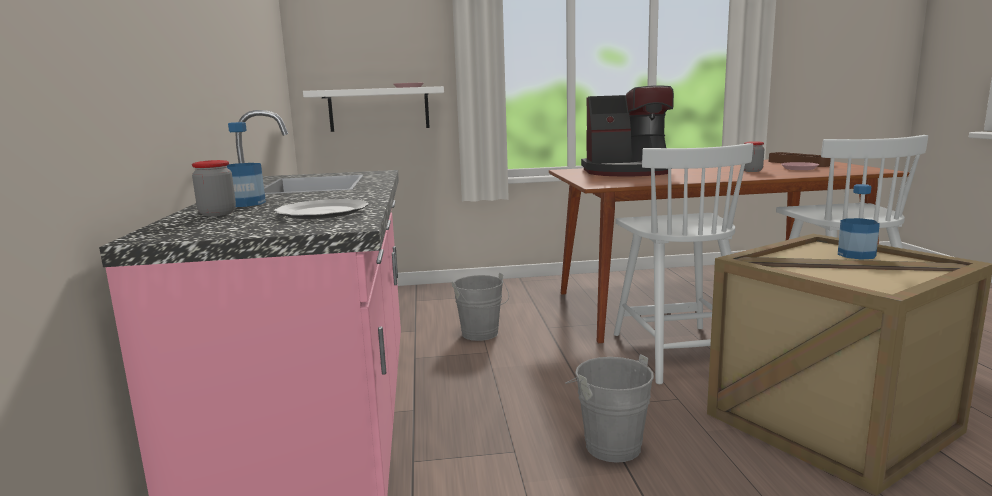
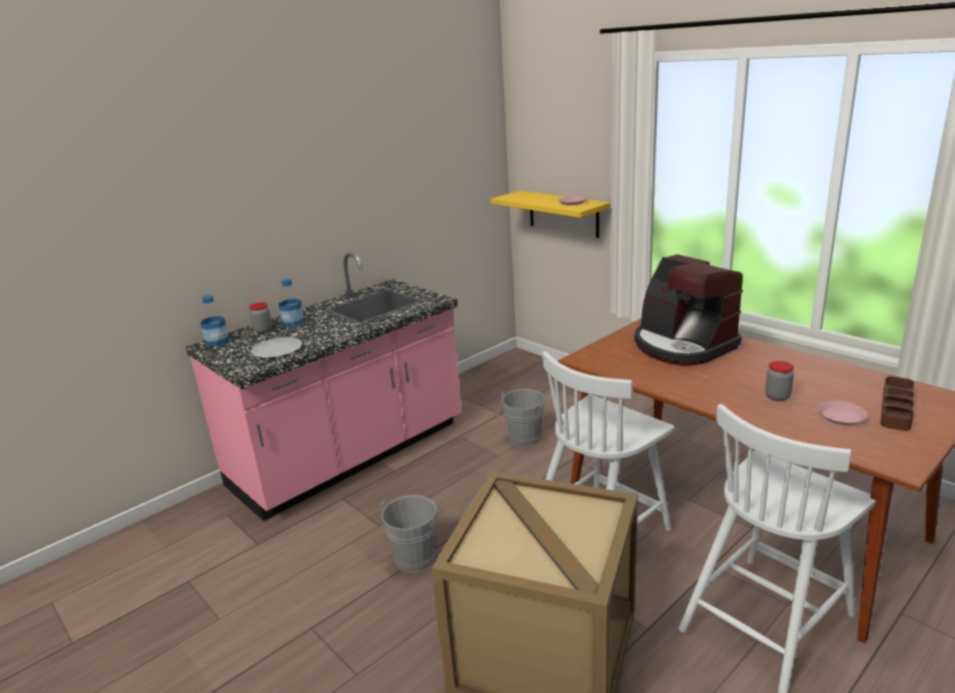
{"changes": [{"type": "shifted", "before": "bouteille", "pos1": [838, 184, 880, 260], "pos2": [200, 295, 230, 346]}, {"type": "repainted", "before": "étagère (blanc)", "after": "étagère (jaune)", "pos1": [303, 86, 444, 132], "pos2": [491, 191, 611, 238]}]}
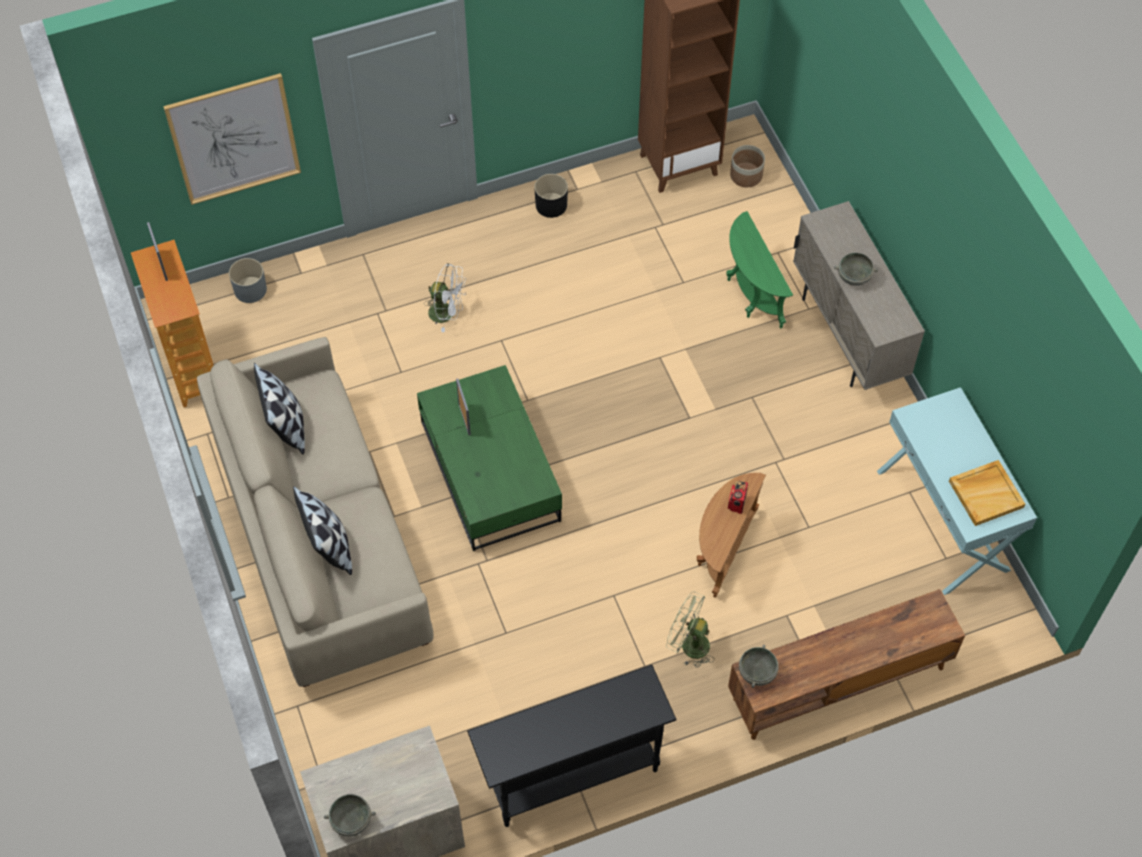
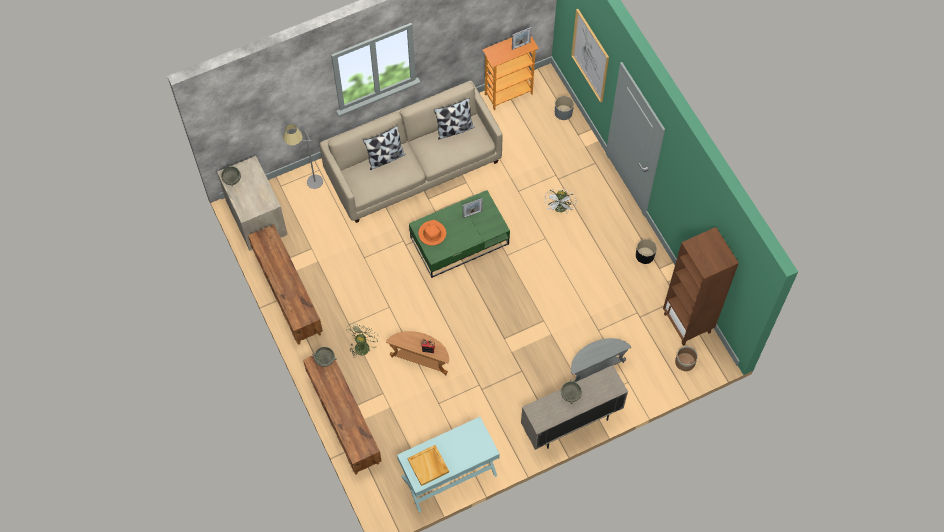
{"changes": [{"type": "swapped", "before": "table console (noir)", "after": "meuble télé (marron)", "pos1": [467, 665, 677, 827], "pos2": [248, 224, 323, 345]}, {"type": "new", "after": "lampadaire (gris)", "pos2": [283, 124, 323, 189]}, {"type": "new", "after": "chapeau (orange)", "pos2": [418, 220, 446, 246]}, {"type": "repainted", "before": "table d'appoint (vert)", "after": "table d'appoint (gris)", "pos1": [726, 211, 793, 328], "pos2": [571, 338, 631, 382]}]}
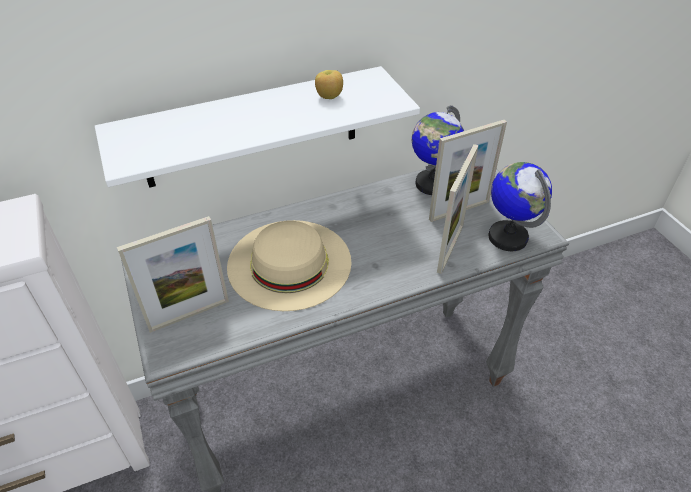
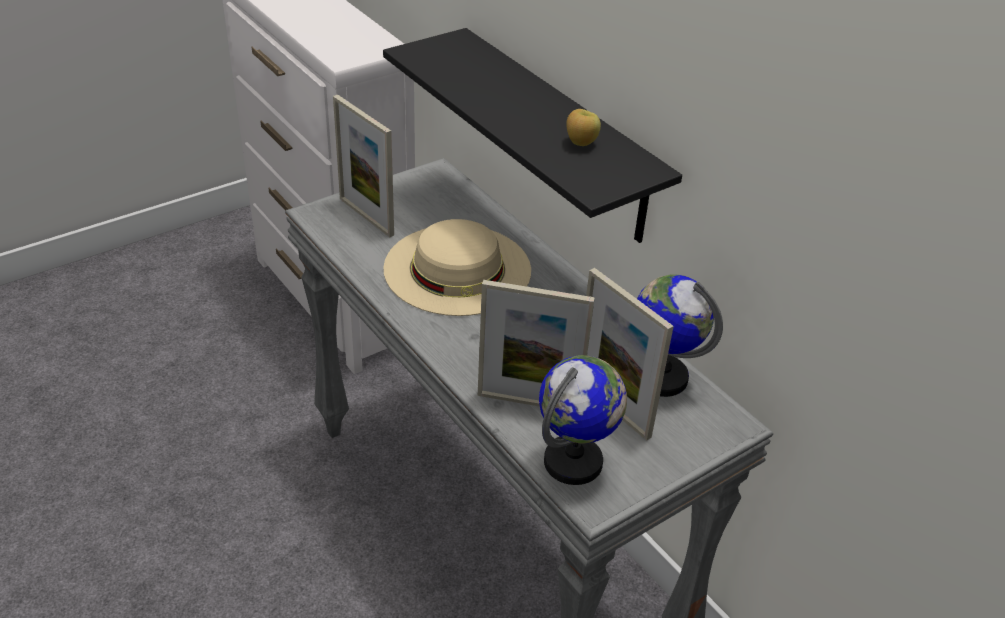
{"changes": [{"type": "repainted", "before": "étagère (blanc)", "after": "étagère (noir)", "pos1": [95, 66, 420, 188], "pos2": [383, 28, 682, 243]}]}
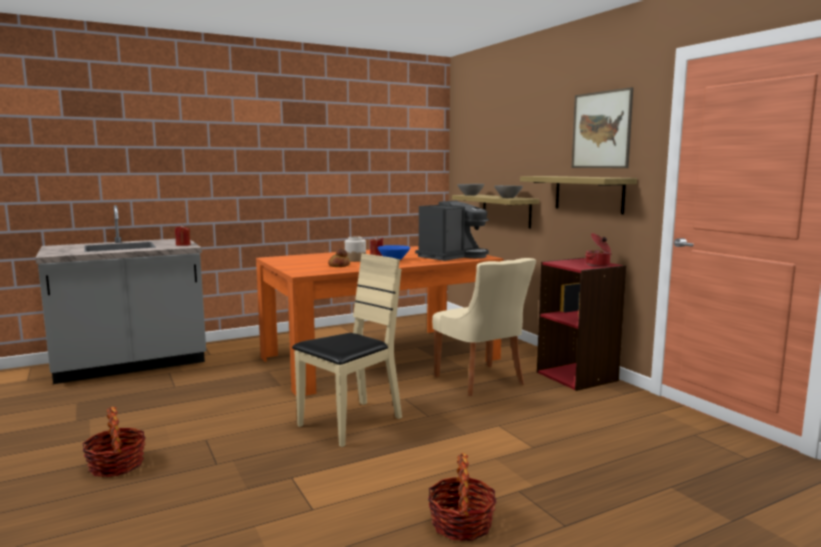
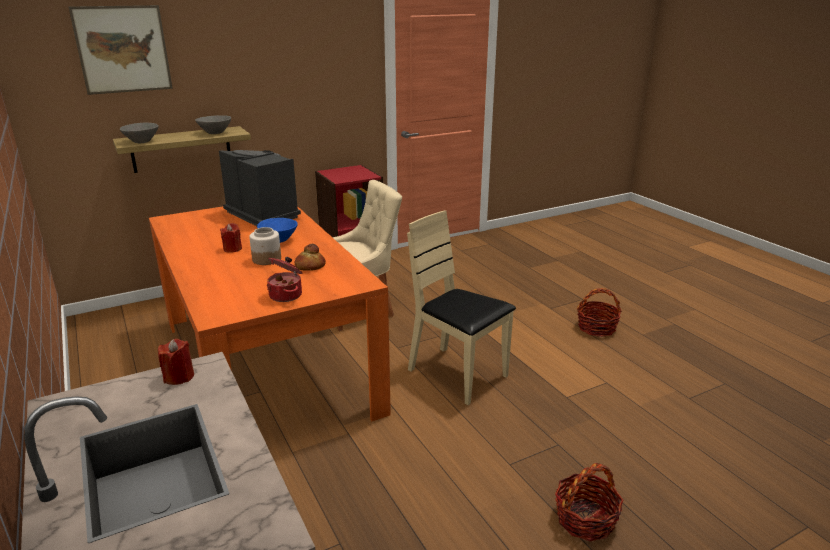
{"changes": [{"type": "shifted", "before": "tableau", "pos1": [572, 87, 633, 168], "pos2": [68, 5, 173, 95]}, {"type": "shifted", "before": "marmite", "pos1": [585, 233, 612, 266], "pos2": [267, 257, 302, 302]}, {"type": "gone", "before": "étagère", "pos1": [520, 176, 637, 214]}]}
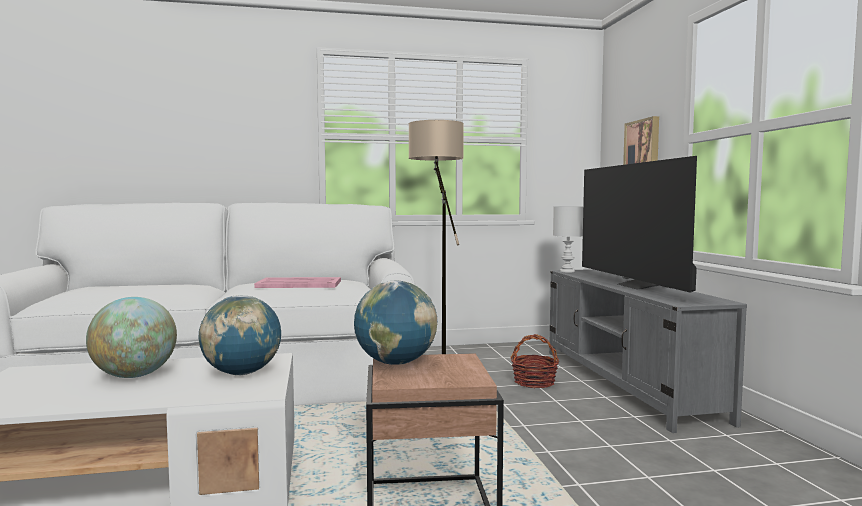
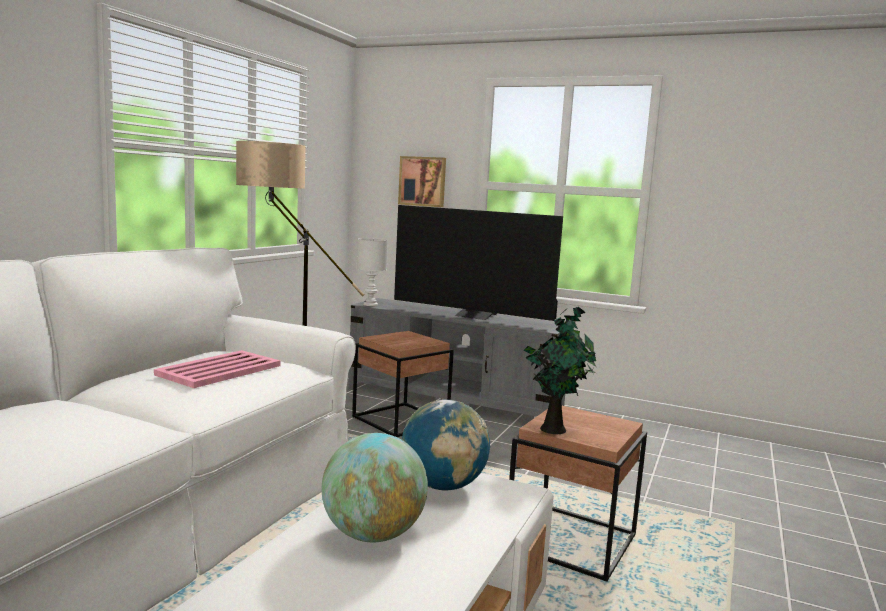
{"changes": [{"type": "swapped", "before": "panier", "after": "table d'appoint (marron)", "pos1": [510, 334, 559, 388], "pos2": [352, 331, 454, 437]}, {"type": "swapped", "before": "globe", "after": "plante en pot", "pos1": [354, 281, 437, 365], "pos2": [524, 307, 596, 434]}]}
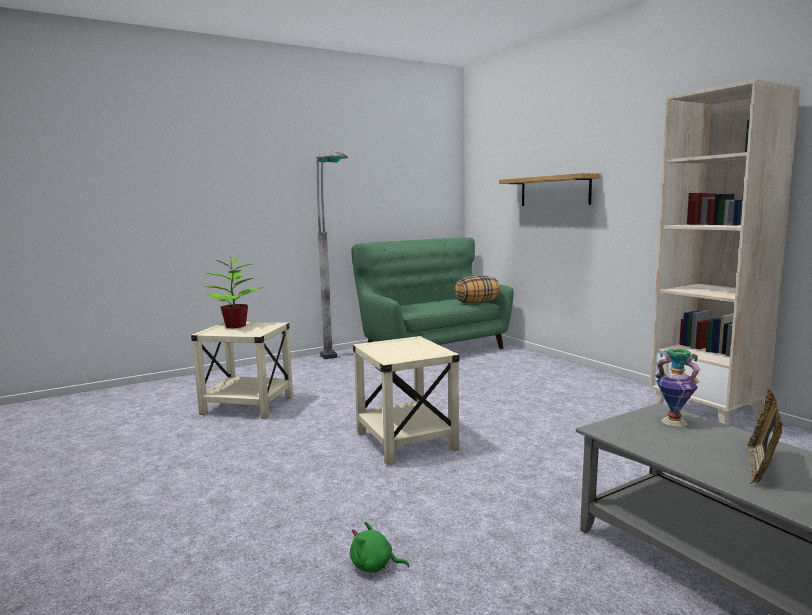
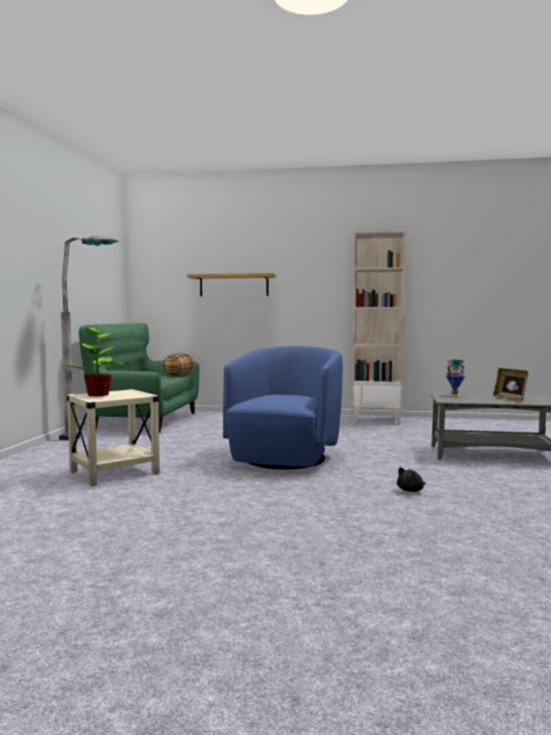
{"changes": [{"type": "swapped", "before": "table d'appoint (beige)", "after": "fauteuil (bleu)", "pos1": [353, 336, 459, 465], "pos2": [223, 346, 343, 469]}, {"type": "repainted", "before": "peluche (vert)", "after": "peluche (noir)", "pos1": [350, 521, 410, 573], "pos2": [397, 467, 425, 492]}]}
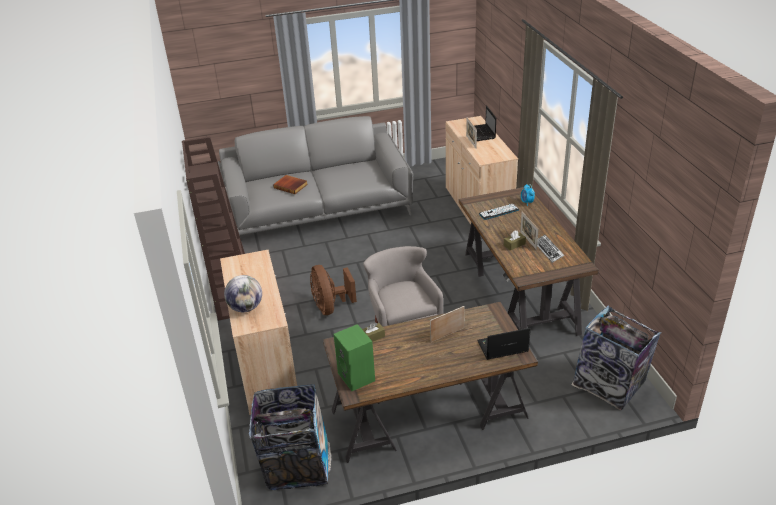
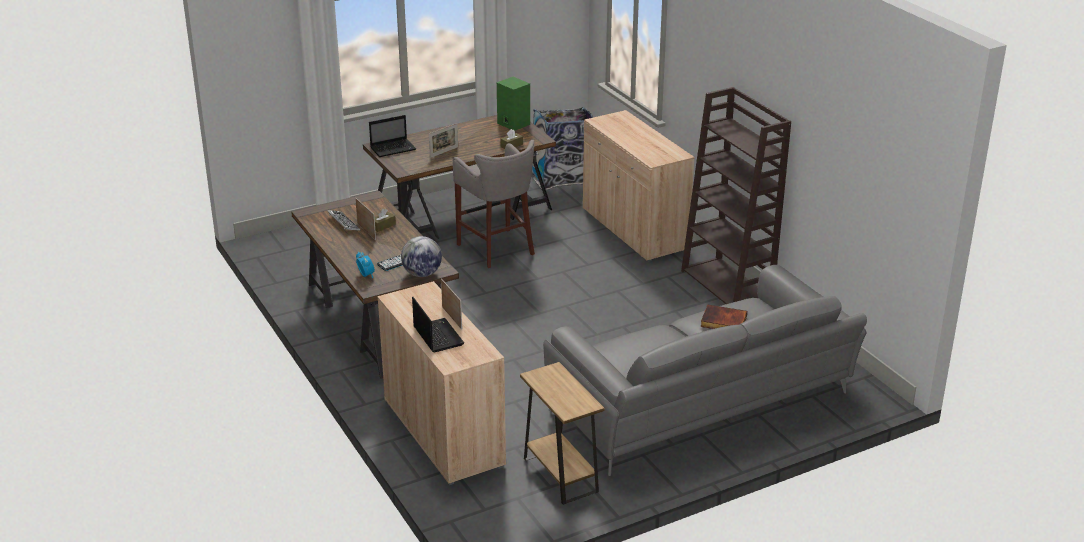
{"changes": [{"type": "shifted", "before": "globe", "pos1": [224, 275, 262, 312], "pos2": [401, 236, 442, 277]}, {"type": "new", "after": "table d'appoint (marron)", "pos2": [520, 362, 605, 505]}, {"type": "gone", "before": "ventilateur (marron)", "pos1": [310, 265, 357, 315]}, {"type": "gone", "before": "poubelle", "pos1": [571, 305, 661, 410]}]}
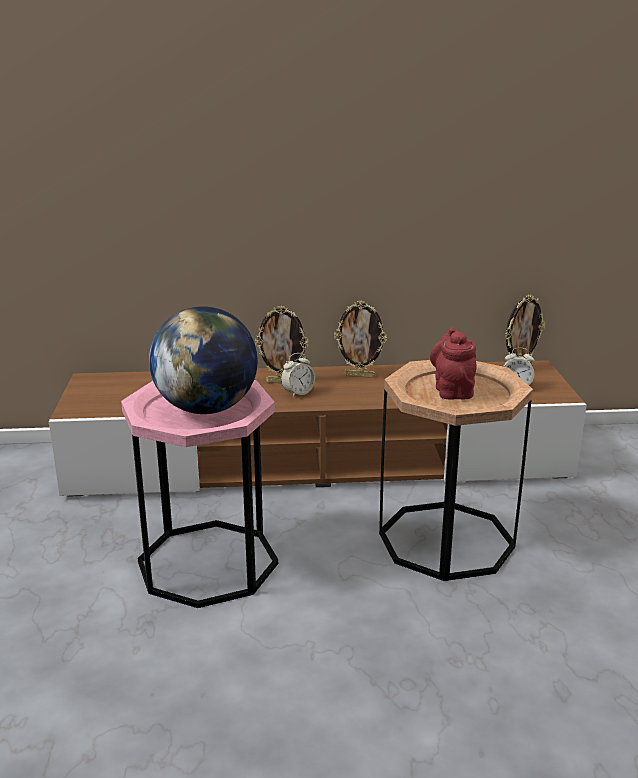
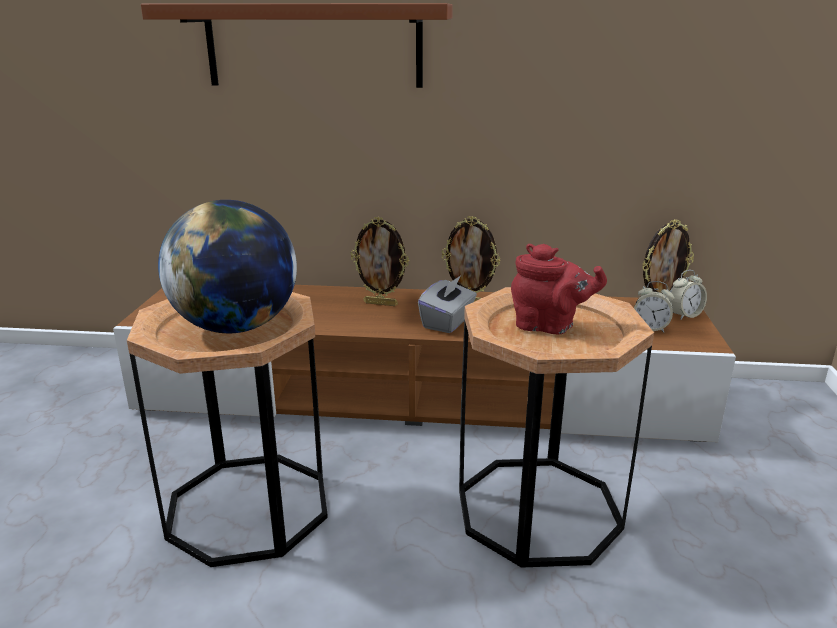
{"changes": [{"type": "repainted", "before": "table d'appoint (rose)", "after": "table d'appoint (marron)", "pos1": [121, 380, 278, 608], "pos2": [127, 292, 328, 567]}, {"type": "new", "after": "étagère (marron)", "pos2": [141, 3, 453, 88]}, {"type": "new", "after": "boîte à mouchoirs (gris)", "pos2": [418, 275, 477, 333]}, {"type": "rotated", "before": "théière (rouge)", "pos1": [430, 327, 477, 399], "pos2": [511, 244, 607, 334], "turn": 105}, {"type": "shifted", "before": "réveil", "pos1": [281, 353, 315, 398], "pos2": [669, 270, 707, 320]}]}
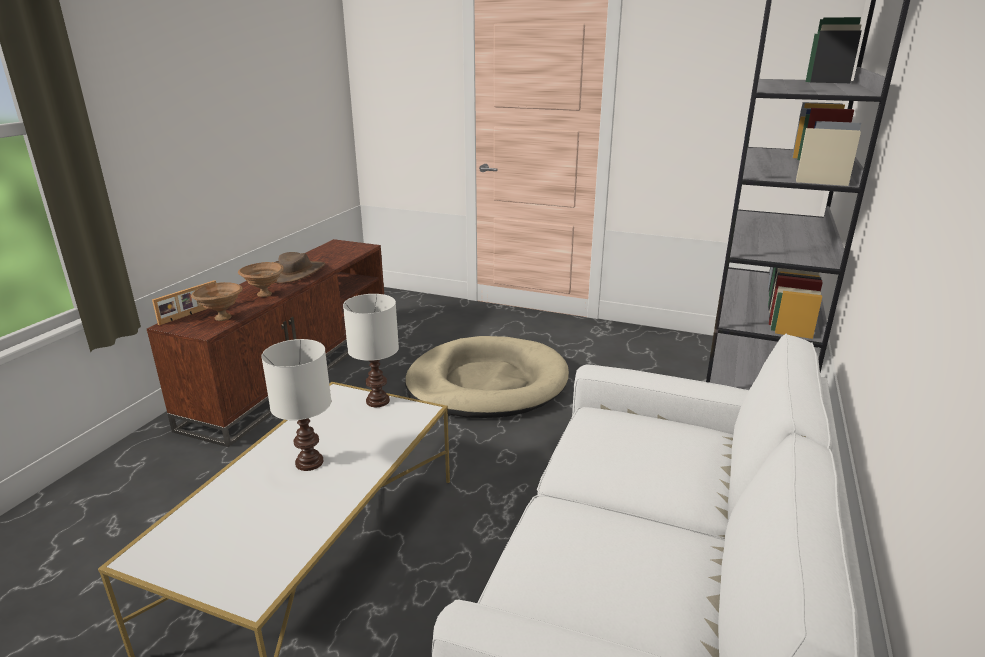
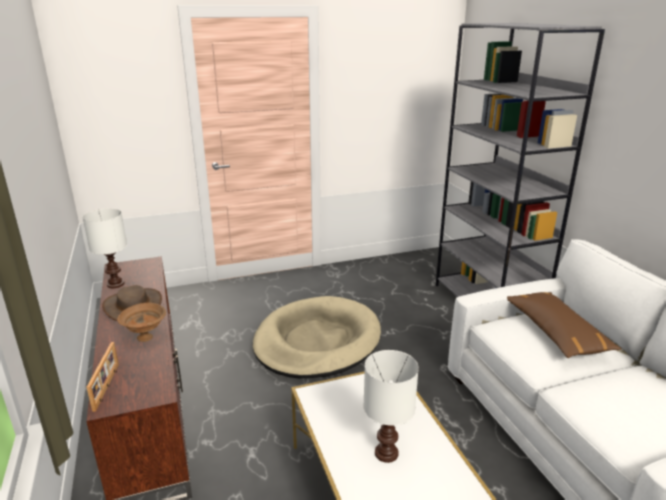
{"changes": [{"type": "shifted", "before": "lampe de table (blanc)", "pos1": [343, 294, 399, 407], "pos2": [82, 208, 127, 288]}, {"type": "new", "after": "coussin (marron)", "pos2": [507, 292, 621, 358]}, {"type": "gone", "before": "bol (marron)", "pos1": [191, 282, 243, 321]}]}
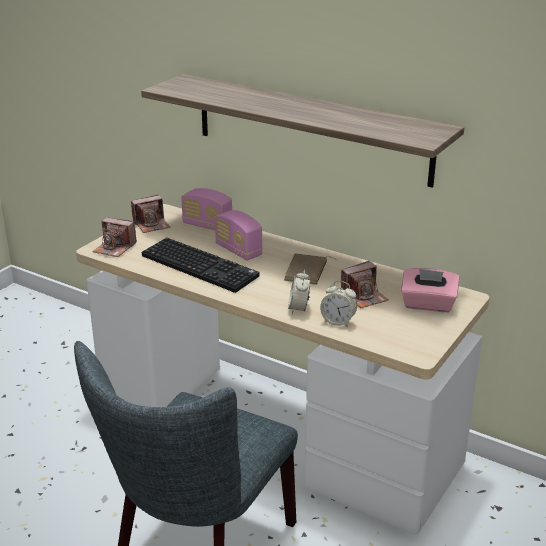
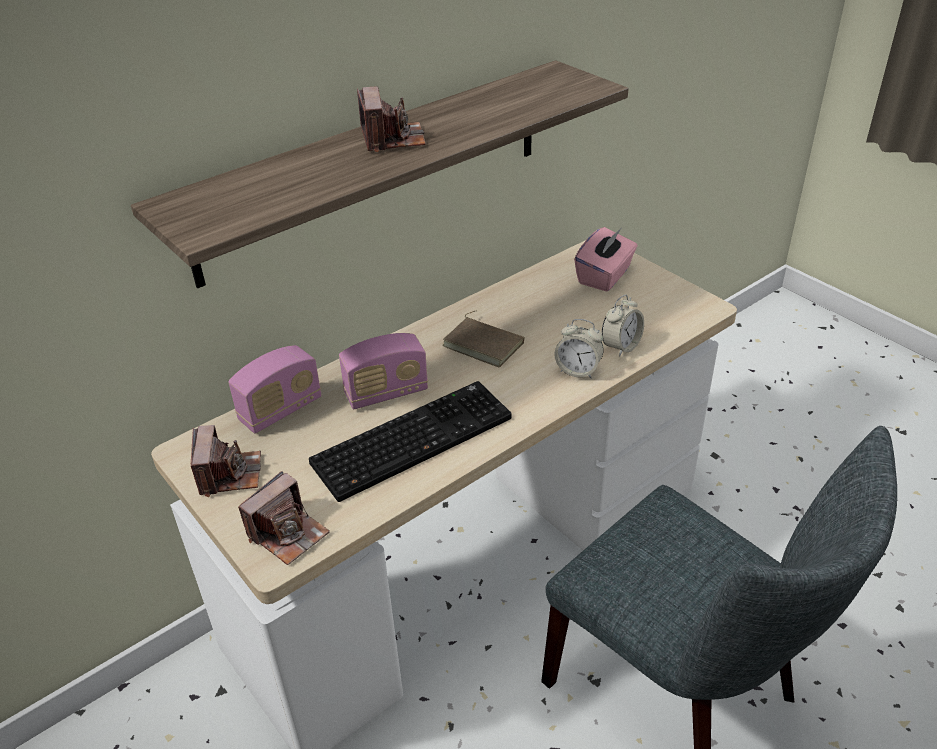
{"changes": [{"type": "shifted", "before": "appareil photo", "pos1": [341, 261, 389, 308], "pos2": [357, 86, 426, 152]}]}
